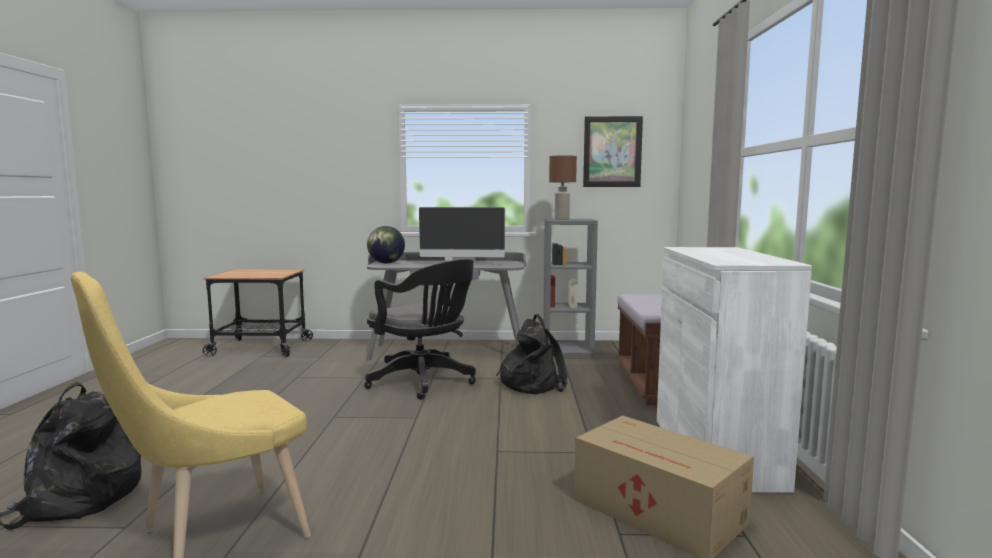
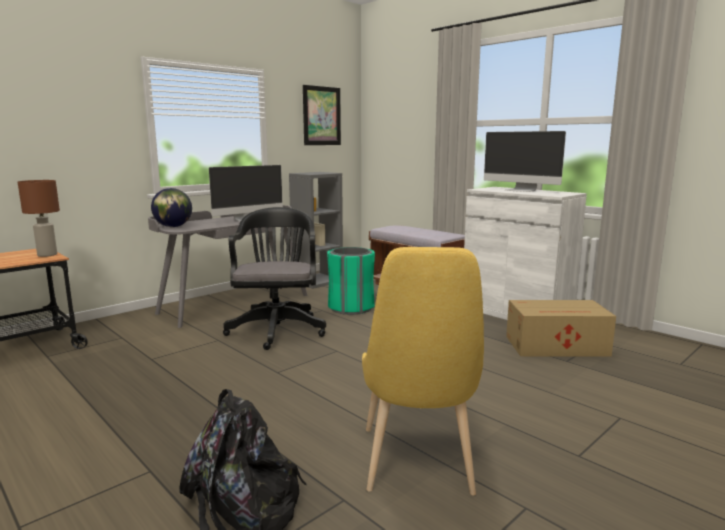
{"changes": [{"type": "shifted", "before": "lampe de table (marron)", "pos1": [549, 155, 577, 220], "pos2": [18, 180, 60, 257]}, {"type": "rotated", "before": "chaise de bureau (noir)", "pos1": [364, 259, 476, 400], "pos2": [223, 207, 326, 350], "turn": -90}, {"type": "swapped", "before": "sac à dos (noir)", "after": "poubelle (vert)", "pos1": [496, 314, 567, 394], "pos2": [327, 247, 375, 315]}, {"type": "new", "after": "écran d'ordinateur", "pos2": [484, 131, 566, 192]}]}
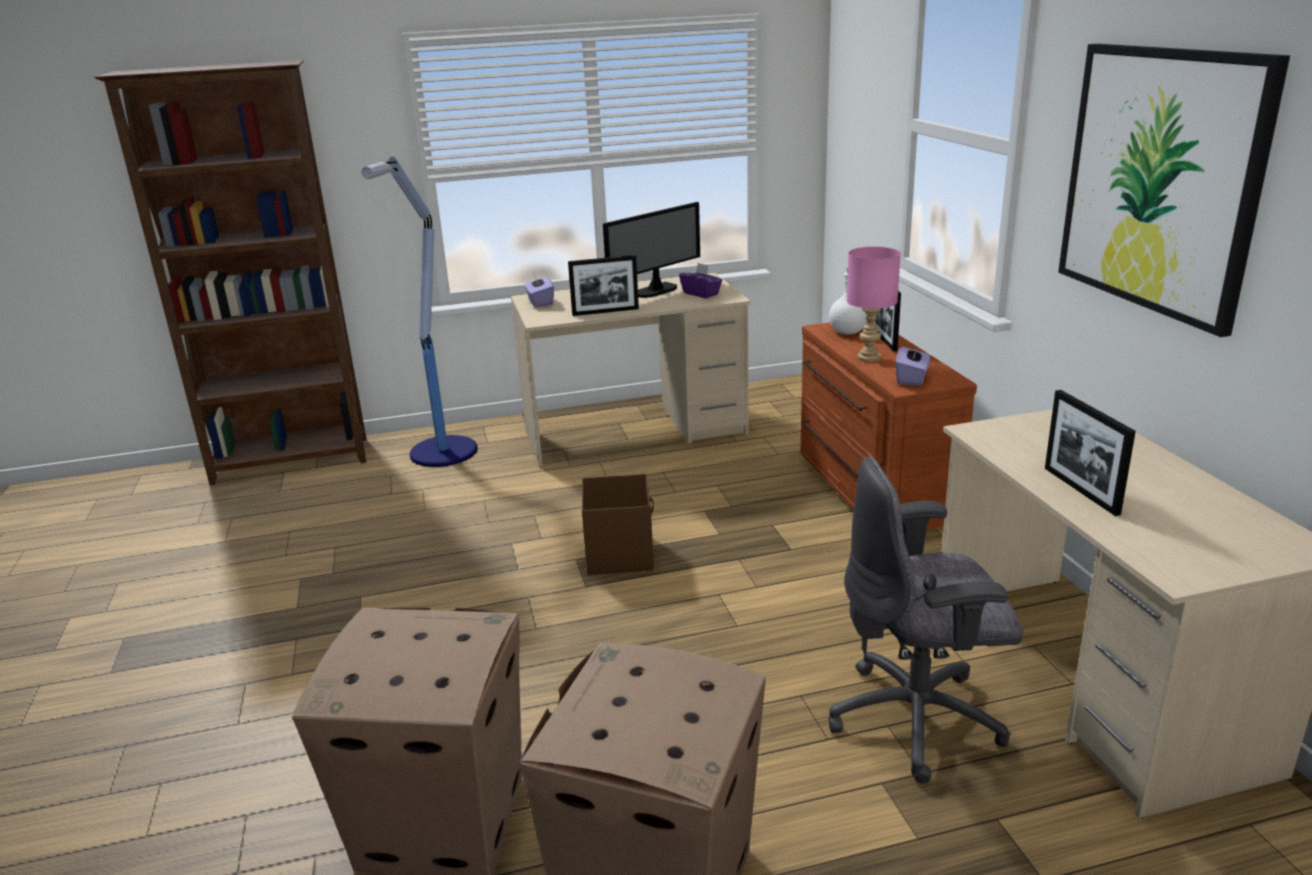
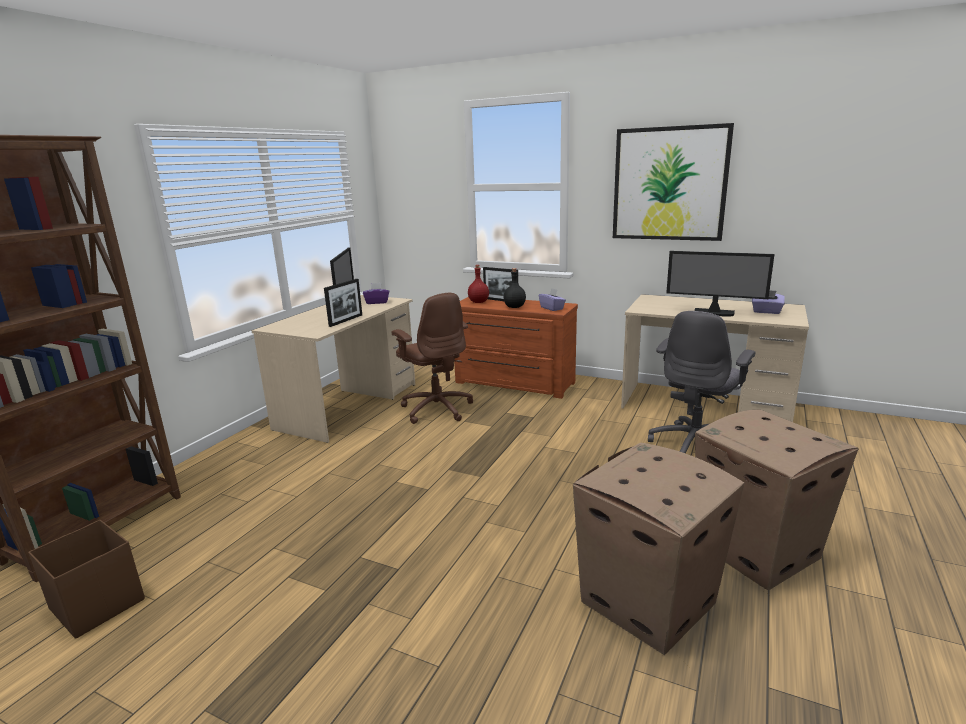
{"changes": [{"type": "shifted", "before": "boîte de rangement (marron)", "pos1": [582, 474, 654, 575], "pos2": [28, 519, 145, 639]}, {"type": "new", "after": "chaise de bureau (marron)", "pos2": [391, 293, 473, 424]}, {"type": "repainted", "before": "bouteille (blanc)", "after": "bouteille (rouge)", "pos1": [829, 268, 867, 335], "pos2": [468, 265, 489, 303]}, {"type": "swapped", "before": "lampe de table (rose)", "after": "bouteille (noir)", "pos1": [847, 246, 901, 362], "pos2": [504, 268, 526, 308]}, {"type": "swapped", "before": "cadre photo", "after": "écran d'ordinateur", "pos1": [1045, 390, 1136, 516], "pos2": [666, 251, 775, 317]}, {"type": "shifted", "before": "boîte à mouchoirs (violet)", "pos1": [524, 273, 554, 307], "pos2": [752, 291, 785, 314]}, {"type": "gone", "before": "lampadaire", "pos1": [362, 157, 478, 467]}]}
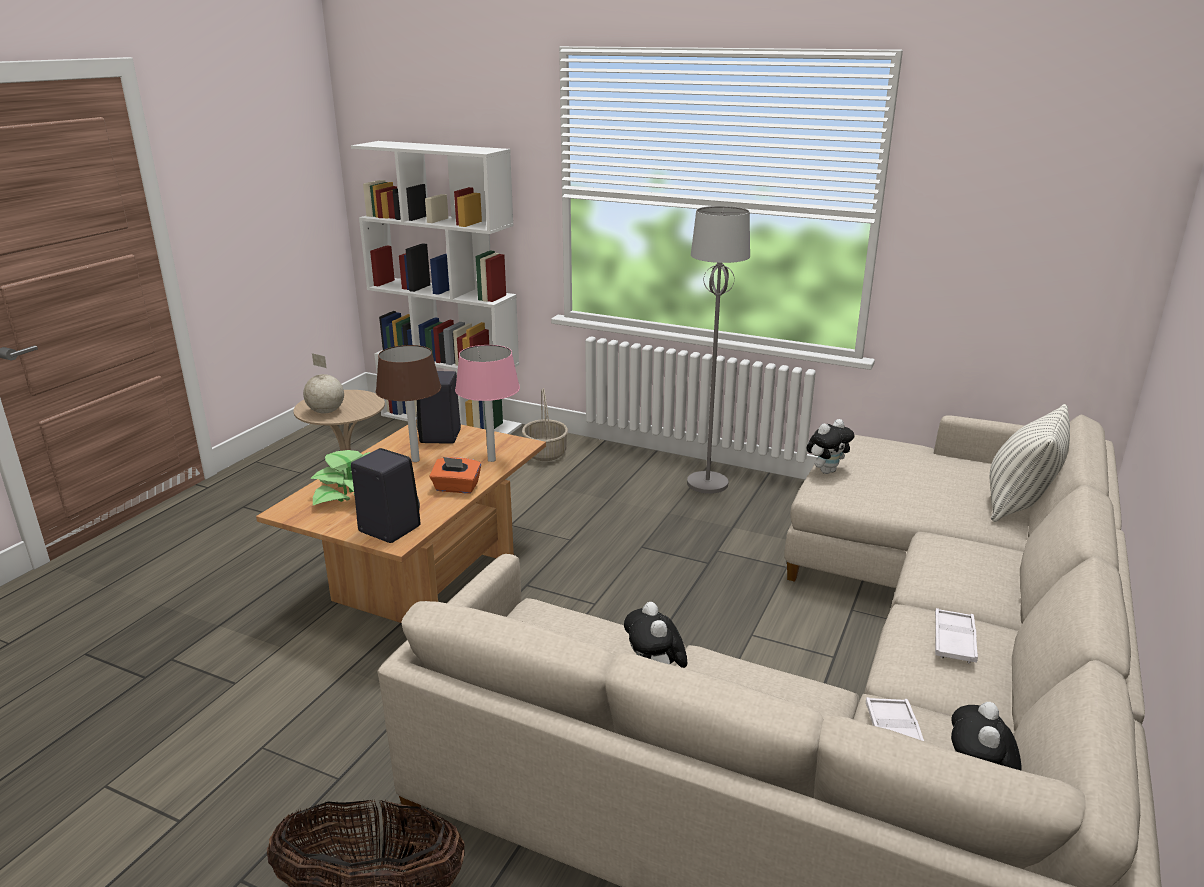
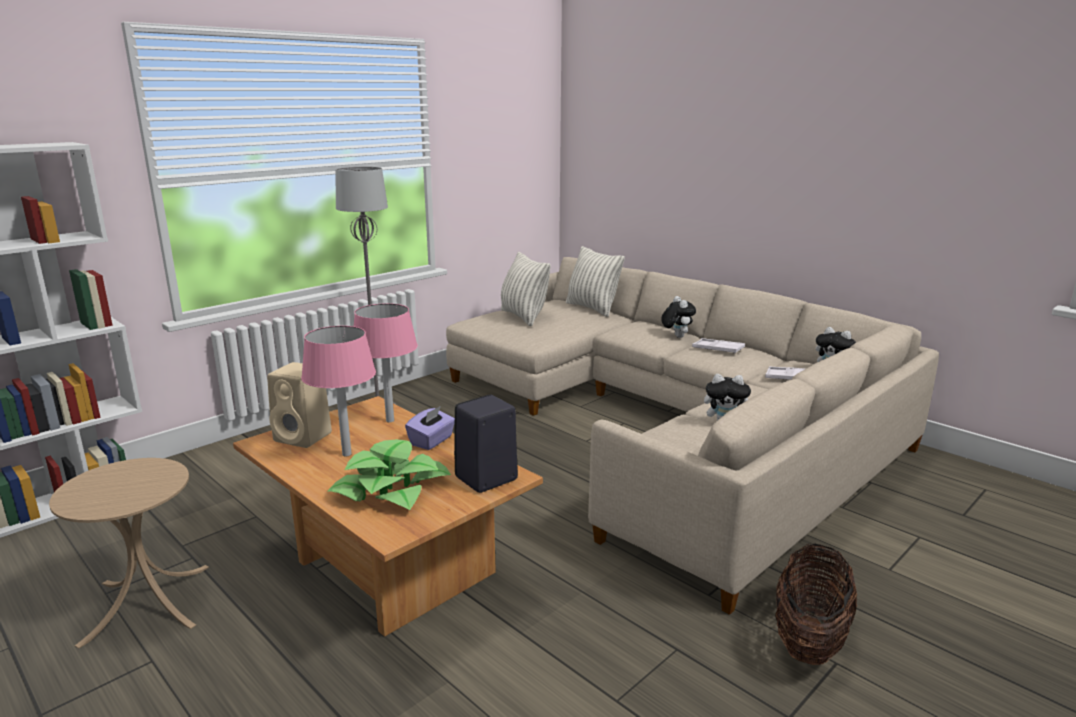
{"changes": [{"type": "repainted", "before": "enceinte (noir)", "after": "enceinte (beige)", "pos1": [416, 371, 461, 444], "pos2": [267, 362, 332, 448]}, {"type": "repainted", "before": "lampe de table (marron)", "after": "lampe de table (rose)", "pos1": [376, 345, 441, 462], "pos2": [301, 326, 376, 457]}, {"type": "repainted", "before": "boîte à mouchoirs (orange)", "after": "boîte à mouchoirs (violet)", "pos1": [430, 457, 481, 493], "pos2": [405, 406, 455, 450]}, {"type": "new", "after": "coussin", "pos2": [501, 252, 551, 326]}, {"type": "shifted", "before": "peluche", "pos1": [806, 419, 854, 474], "pos2": [661, 296, 696, 338]}, {"type": "gone", "before": "globe", "pos1": [303, 353, 344, 413]}, {"type": "gone", "before": "panier", "pos1": [522, 388, 568, 461]}]}
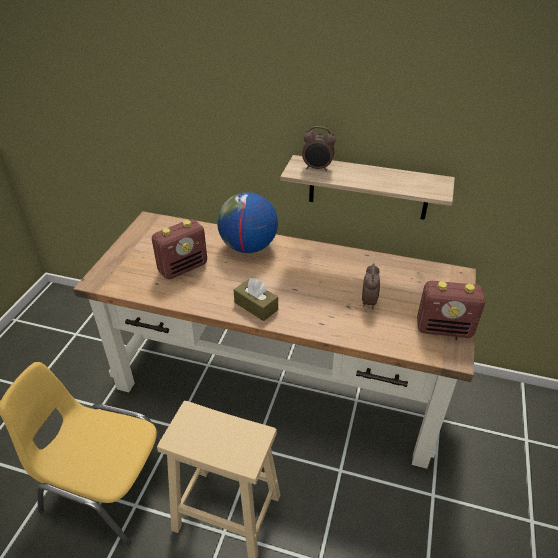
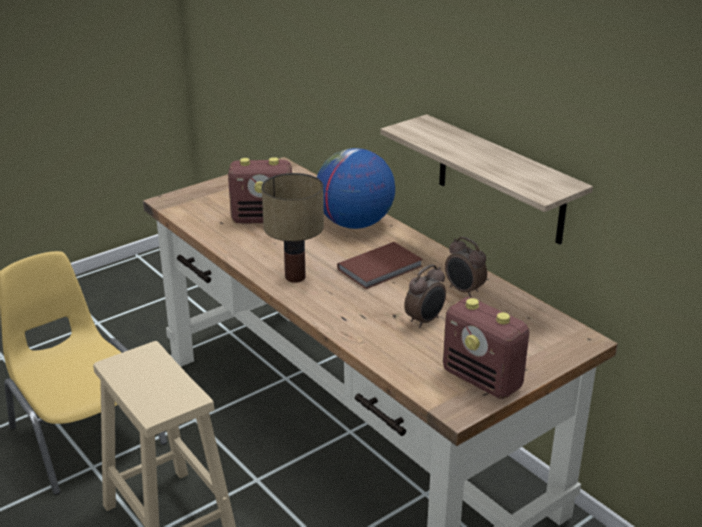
{"changes": [{"type": "swapped", "before": "boîte à mouchoirs (marron)", "after": "lampe de table", "pos1": [234, 278, 278, 321], "pos2": [262, 173, 324, 283]}, {"type": "new", "after": "livre (marron)", "pos2": [337, 242, 423, 289]}, {"type": "shifted", "before": "réveil", "pos1": [302, 126, 336, 171], "pos2": [445, 237, 487, 297]}]}
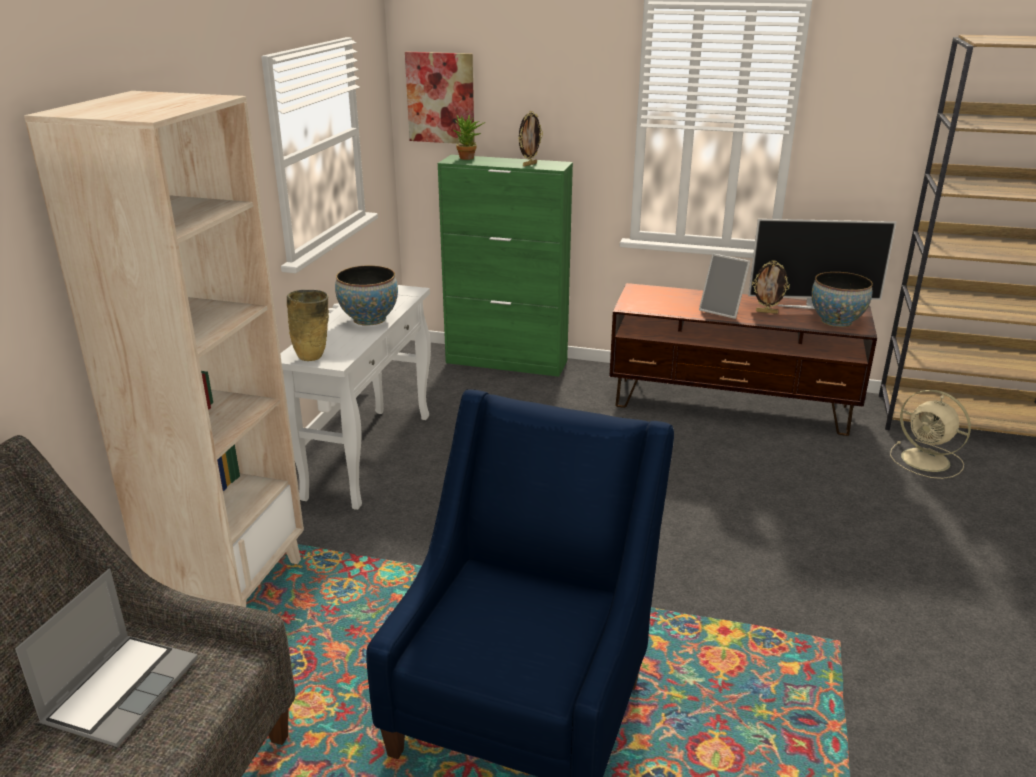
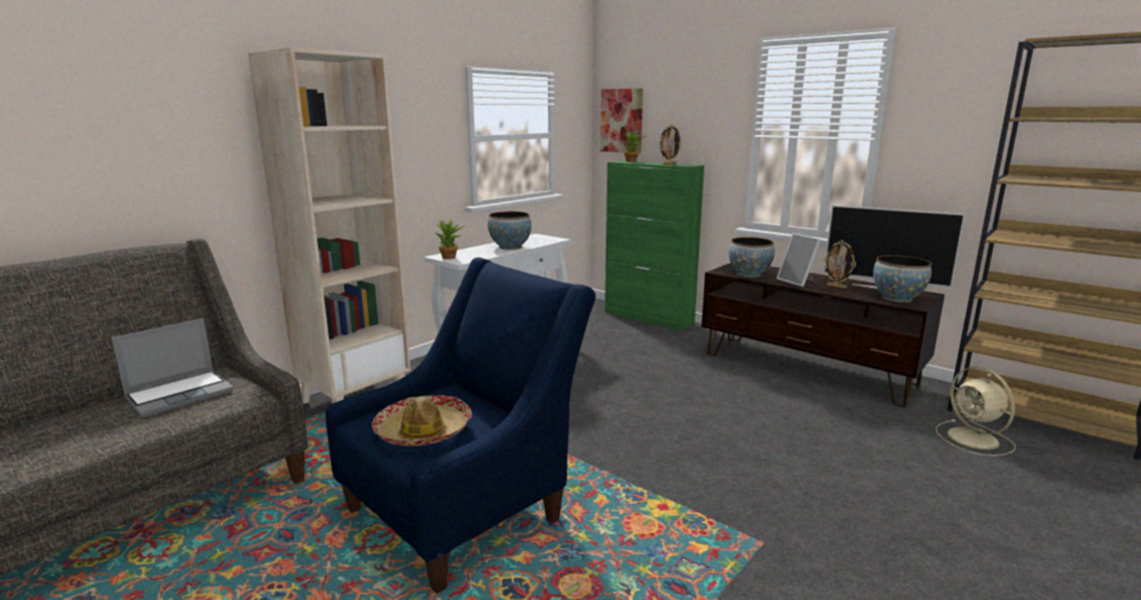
{"changes": [{"type": "new", "after": "chapeau", "pos2": [372, 395, 472, 446]}, {"type": "swapped", "before": "vase (beige)", "after": "plante en pot", "pos1": [287, 290, 329, 361], "pos2": [434, 219, 465, 259]}, {"type": "new", "after": "bol", "pos2": [729, 237, 775, 278]}]}
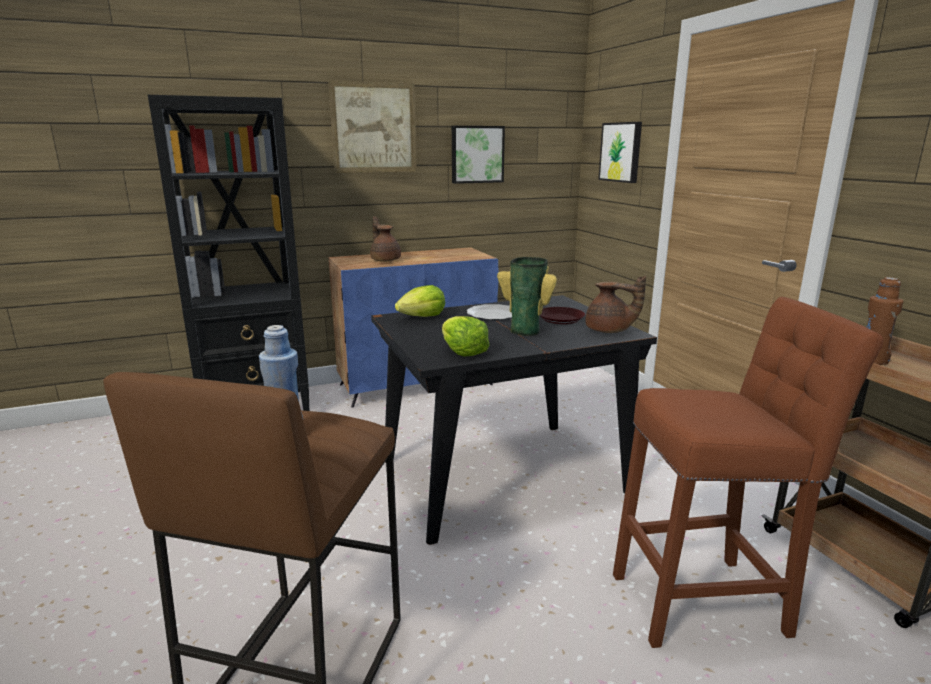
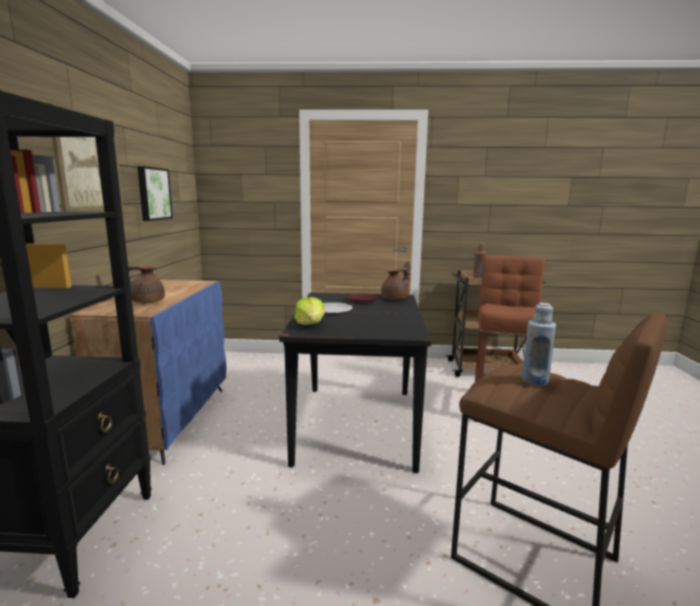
{"changes": [{"type": "gone", "before": "laitue", "pos1": [442, 316, 490, 356]}, {"type": "gone", "before": "vase", "pos1": [497, 257, 557, 336]}, {"type": "gone", "before": "tableau", "pos1": [598, 122, 642, 183]}]}
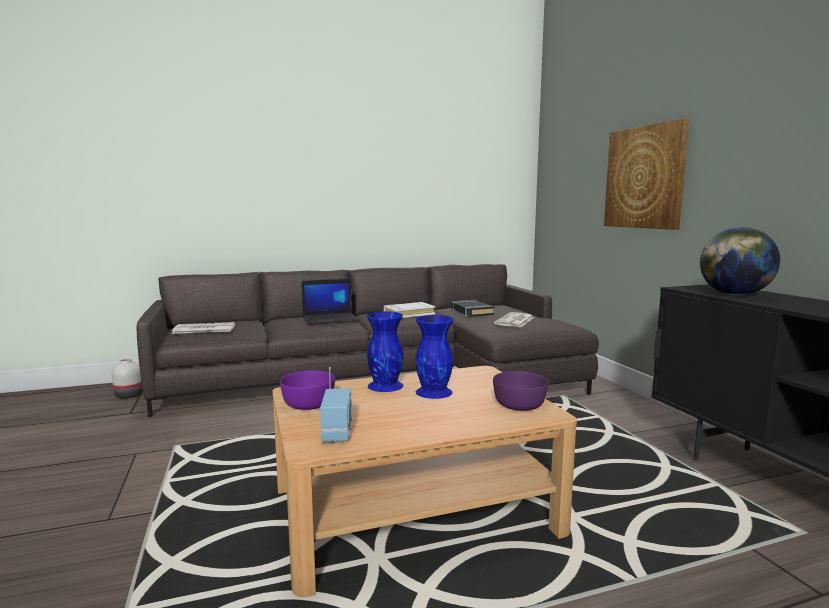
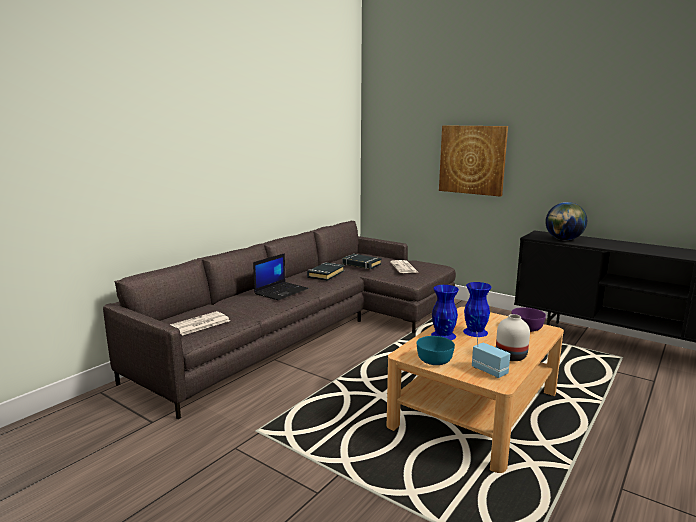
{"changes": [{"type": "repainted", "before": "livre (blanc)", "after": "livre (noir)", "pos1": [384, 302, 435, 318], "pos2": [307, 262, 344, 281]}, {"type": "repainted", "before": "bol (violet)", "after": "bol (turquoise)", "pos1": [280, 371, 335, 410], "pos2": [417, 336, 455, 365]}, {"type": "shifted", "before": "vase (blanc)", "pos1": [112, 358, 143, 399], "pos2": [496, 314, 530, 361]}]}
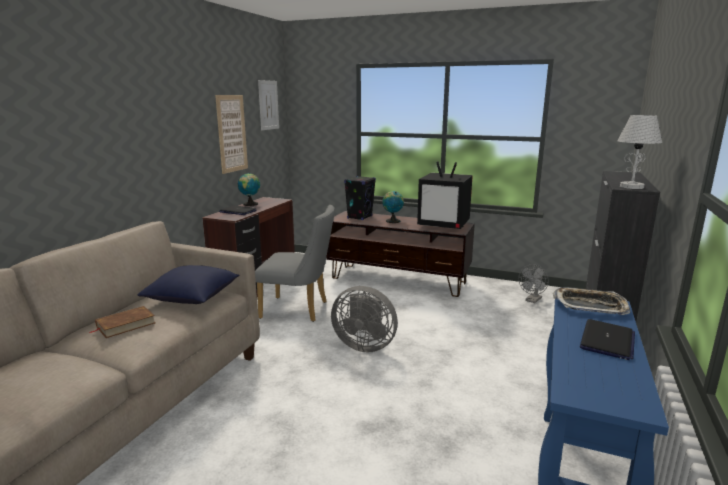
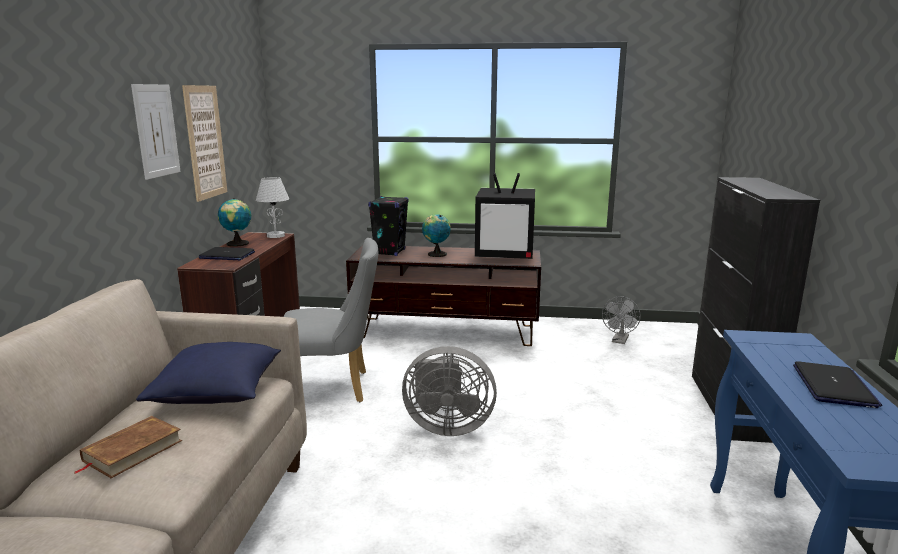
{"changes": [{"type": "shifted", "before": "tableau", "pos1": [258, 80, 279, 130], "pos2": [131, 84, 181, 180]}, {"type": "shifted", "before": "lampe de table (blanc)", "pos1": [617, 115, 662, 189], "pos2": [256, 177, 289, 238]}, {"type": "gone", "before": "plateau", "pos1": [553, 287, 630, 315]}]}
